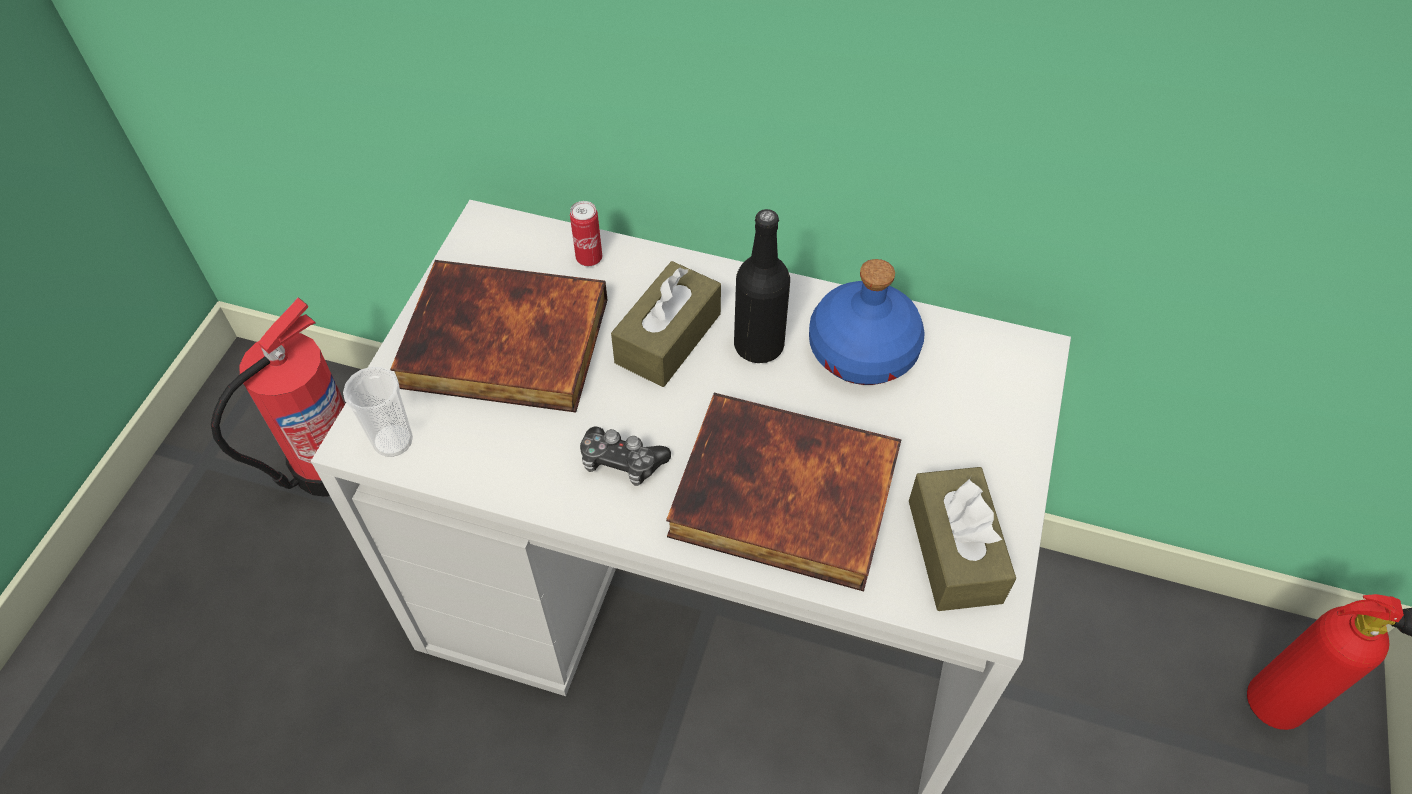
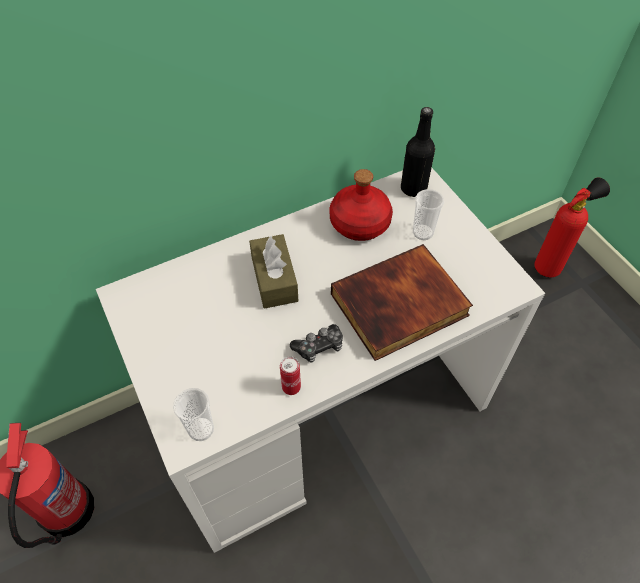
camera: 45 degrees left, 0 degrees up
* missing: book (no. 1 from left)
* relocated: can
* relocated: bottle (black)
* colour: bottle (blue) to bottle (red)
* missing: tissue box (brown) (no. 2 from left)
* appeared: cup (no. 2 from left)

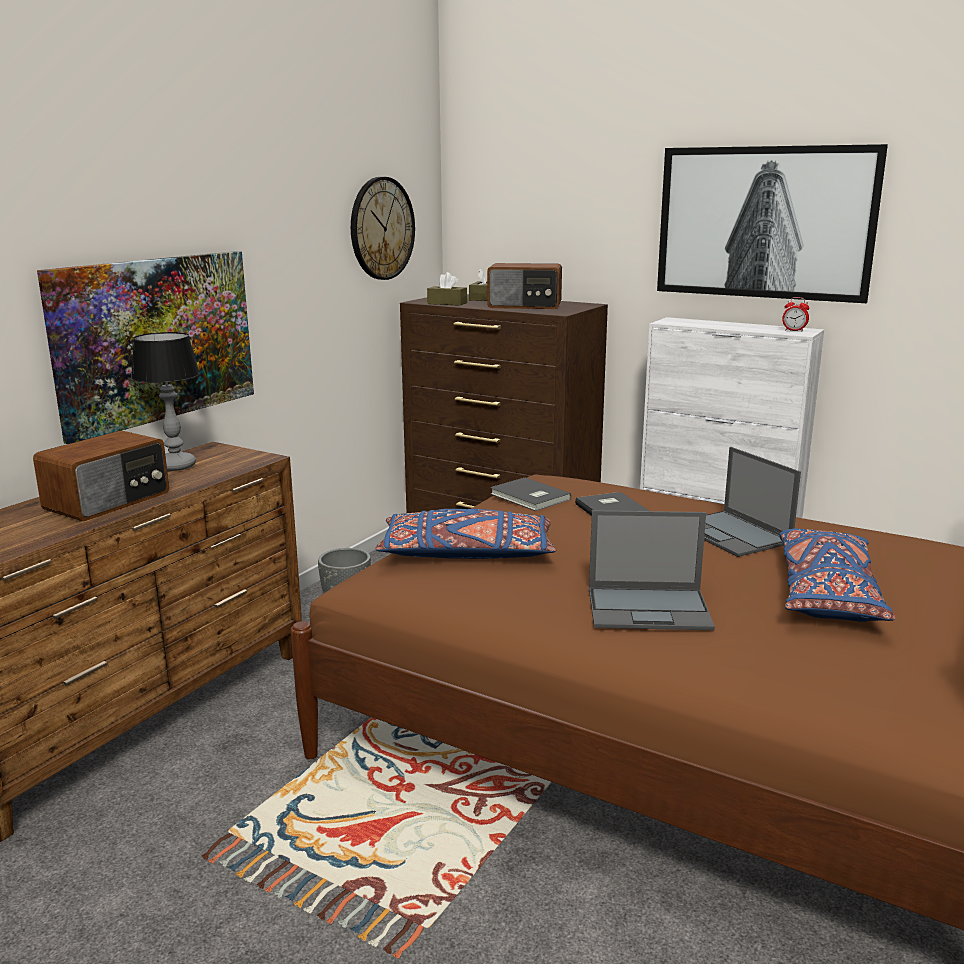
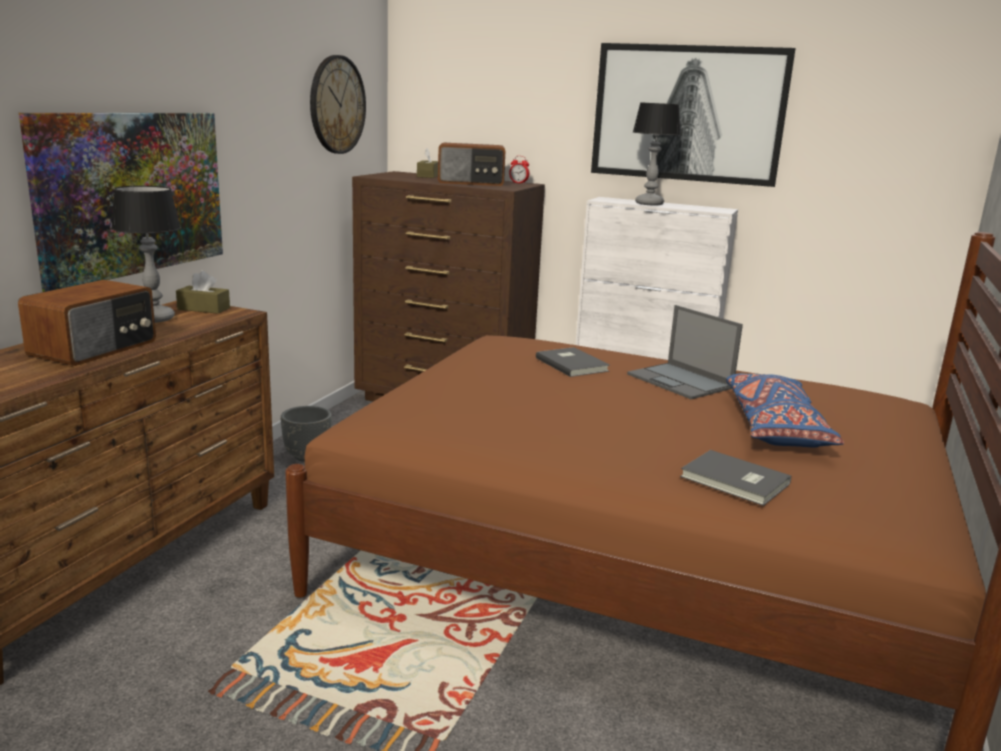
camera: 10 degrees left, 0 degrees up
* missing: pillow (blue) (no. 1 from left)
* relocated: tissue box (brown) (no. 1 from left)
* relocated: book (grey) (no. 1 from left in the first image) to book (grey) (no. 2 from left)
* missing: laptop (no. 1 from left)
* relocated: alarm clock
* appeared: table lamp (no. 2 from left)

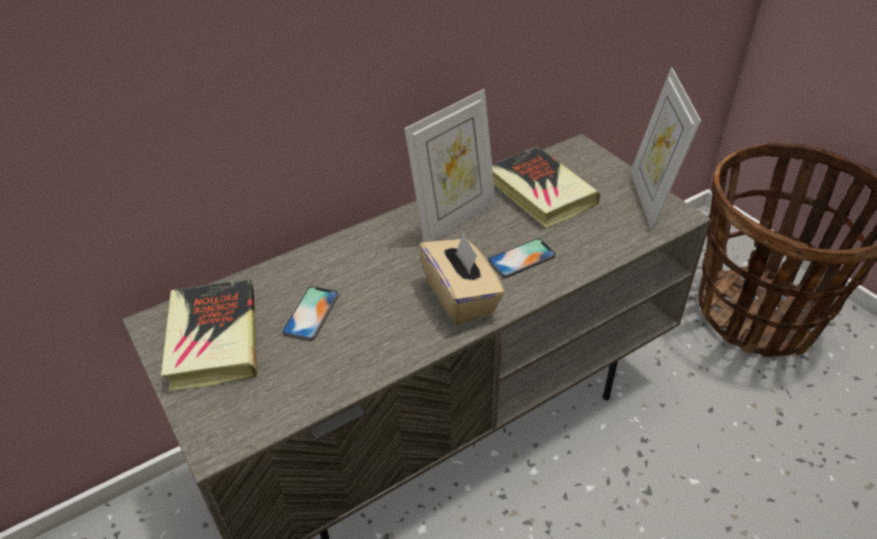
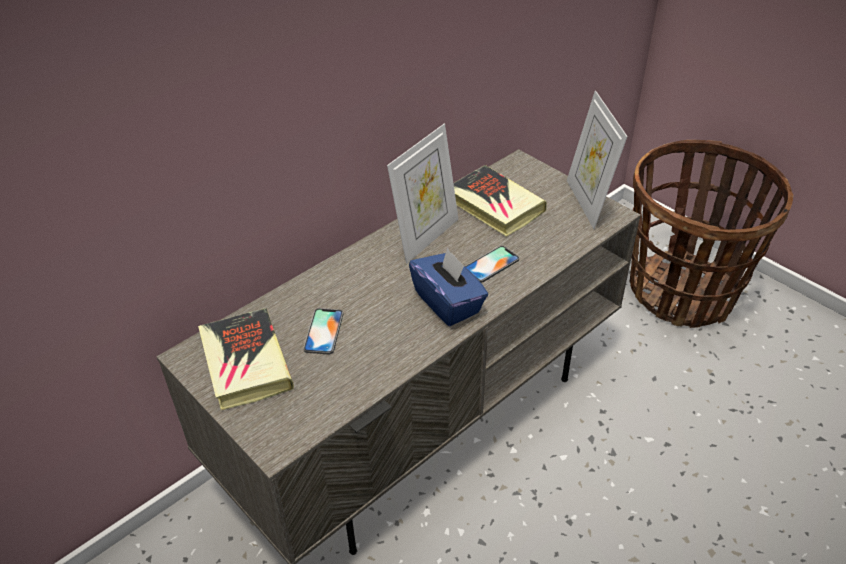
camera: 10 degrees left, 0 degrees up
* colour: tissue box (beige) to tissue box (blue)

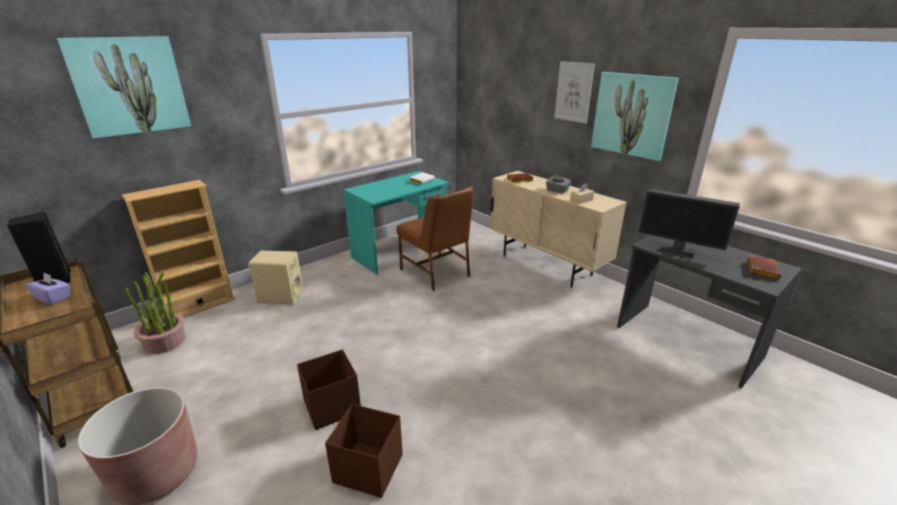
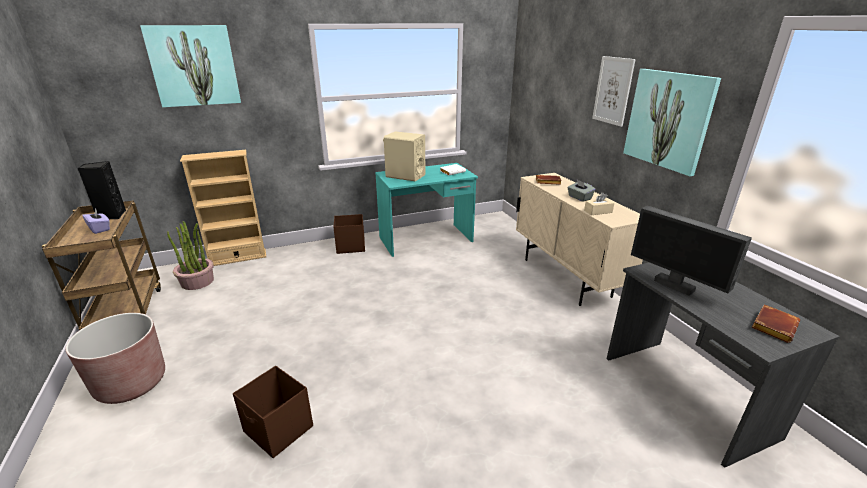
camera: 20 degrees right, 0 degrees up
* relocated: speaker (beige)
* relocated: storage box (brown) (no. 1 from left in the first image) to storage box (brown) (no. 2 from left)
* missing: chair (brown)

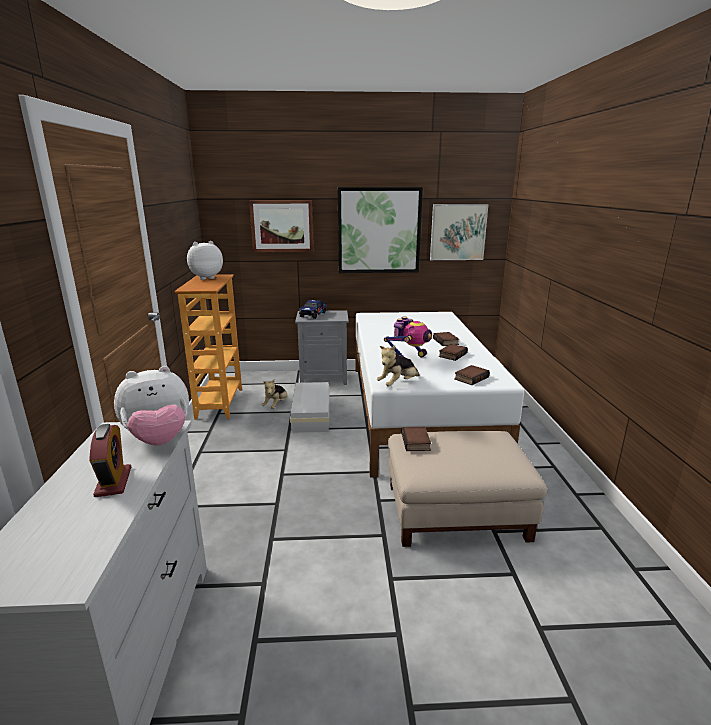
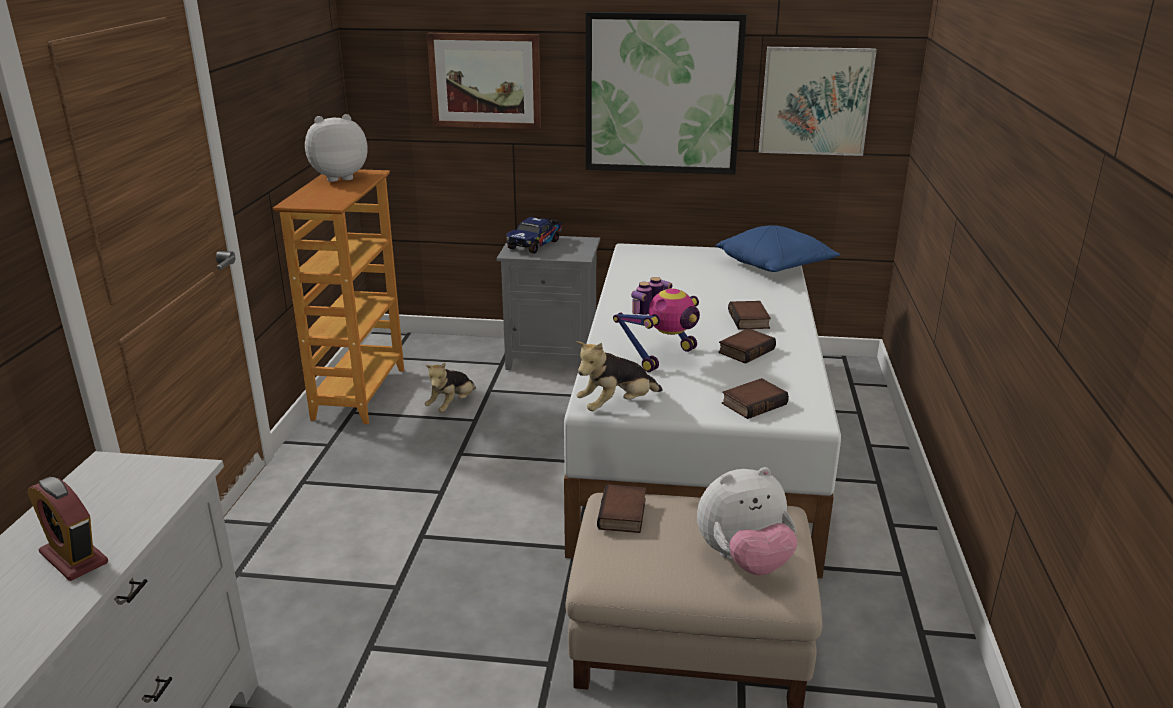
camera: 10 degrees right, 5 degrees up
* spun: alarm clock 135 degrees clockwise
* relocated: plush toy (no. 1 from left in the first image) to plush toy (no. 4 from left)
* missing: storage box (white)
* appeared: pillow (blue)

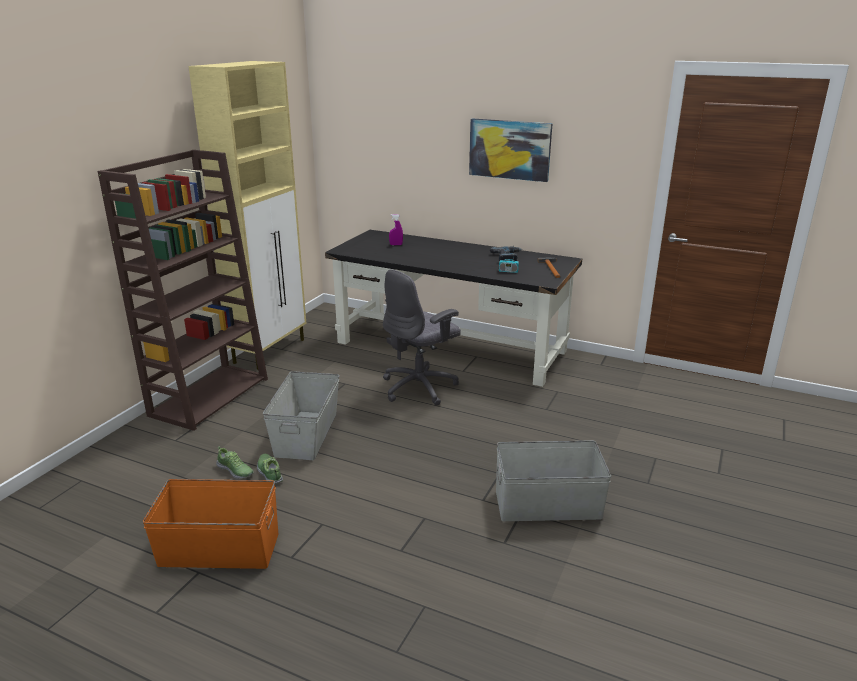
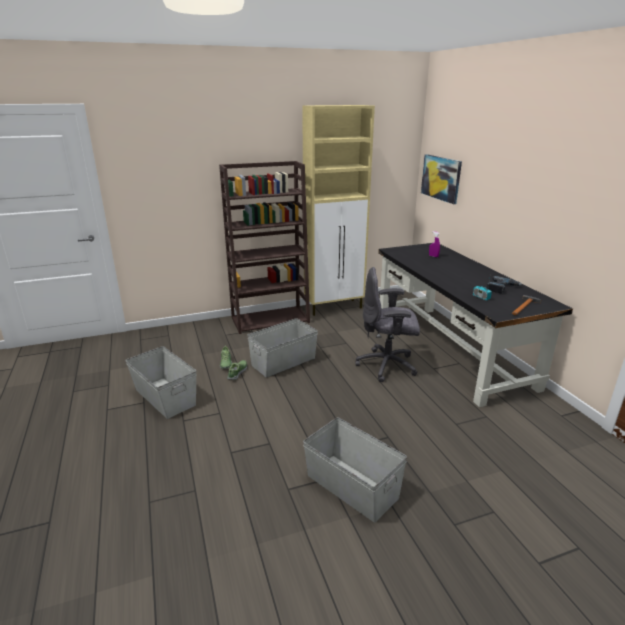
camera: 45 degrees right, 0 degrees up
* colour: storage box (orange) to storage box (grey) (no. 1 from left)
* relocated: picture

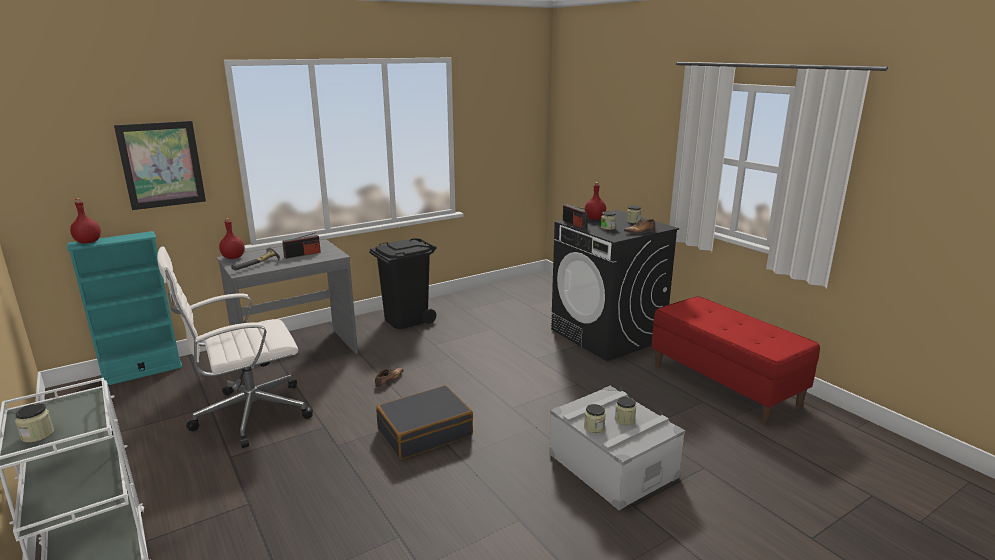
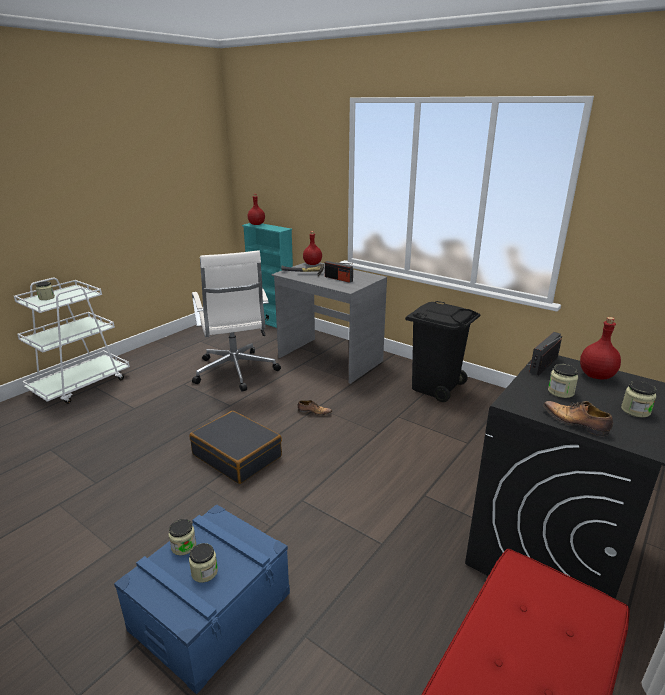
camera: 70 degrees right, 5 degrees up
* missing: picture
* spun: office chair (white) 150 degrees counterclockwise
* colour: storage box (grey) to storage box (blue)

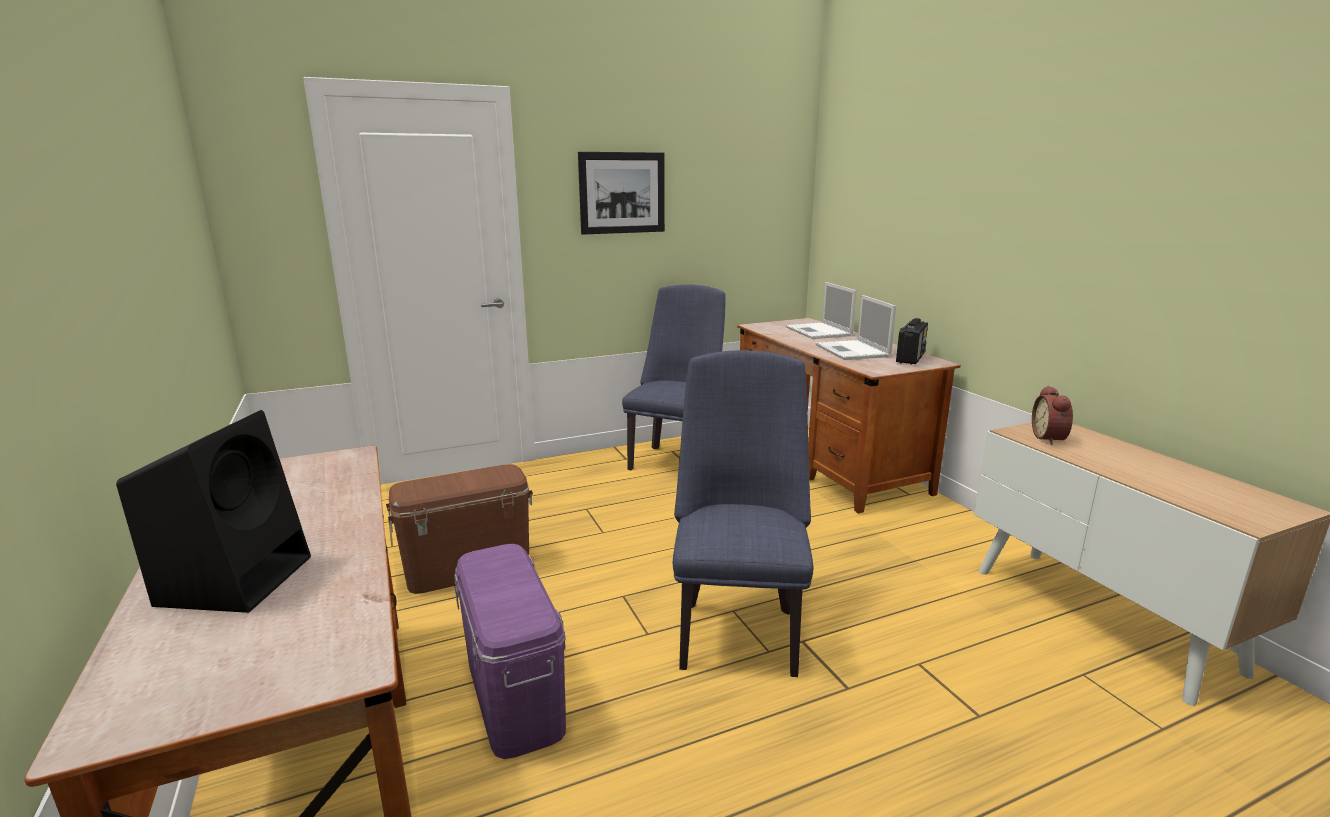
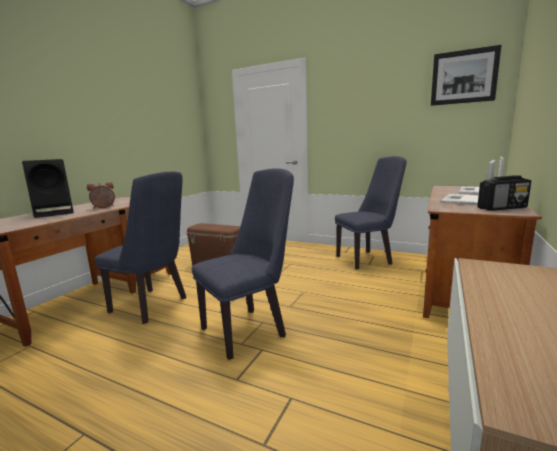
camera: 50 degrees right, 5 degrees down
* exchanged: storage box (purple) to chair (blue) (no. 1 from left)
* relocated: picture
* relocated: alarm clock

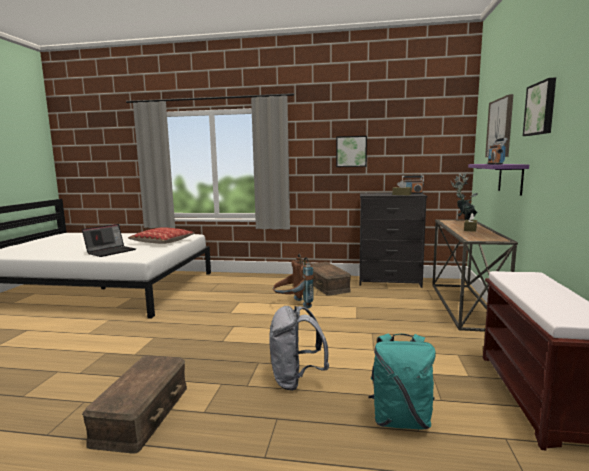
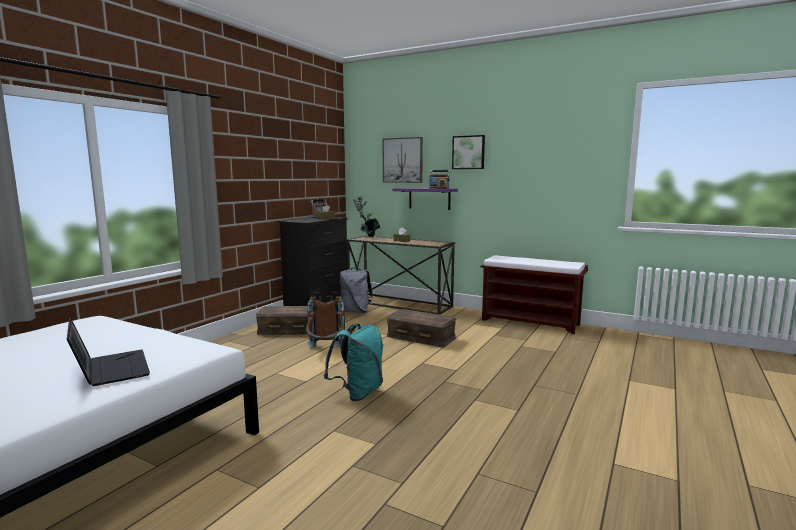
camera: 70 degrees left, 0 degrees up
* relocated: storage box (brown) (no. 1 from left in the first image) to storage box (brown) (no. 2 from left)
* missing: pillow
* relocated: backpack (grey)
* missing: picture (no. 1 from left)
* relocated: backpack (turquoise)

